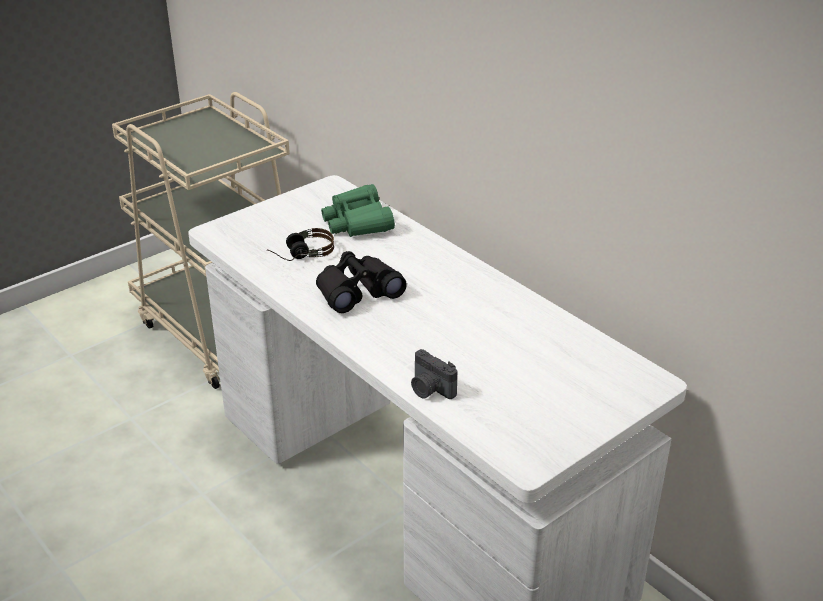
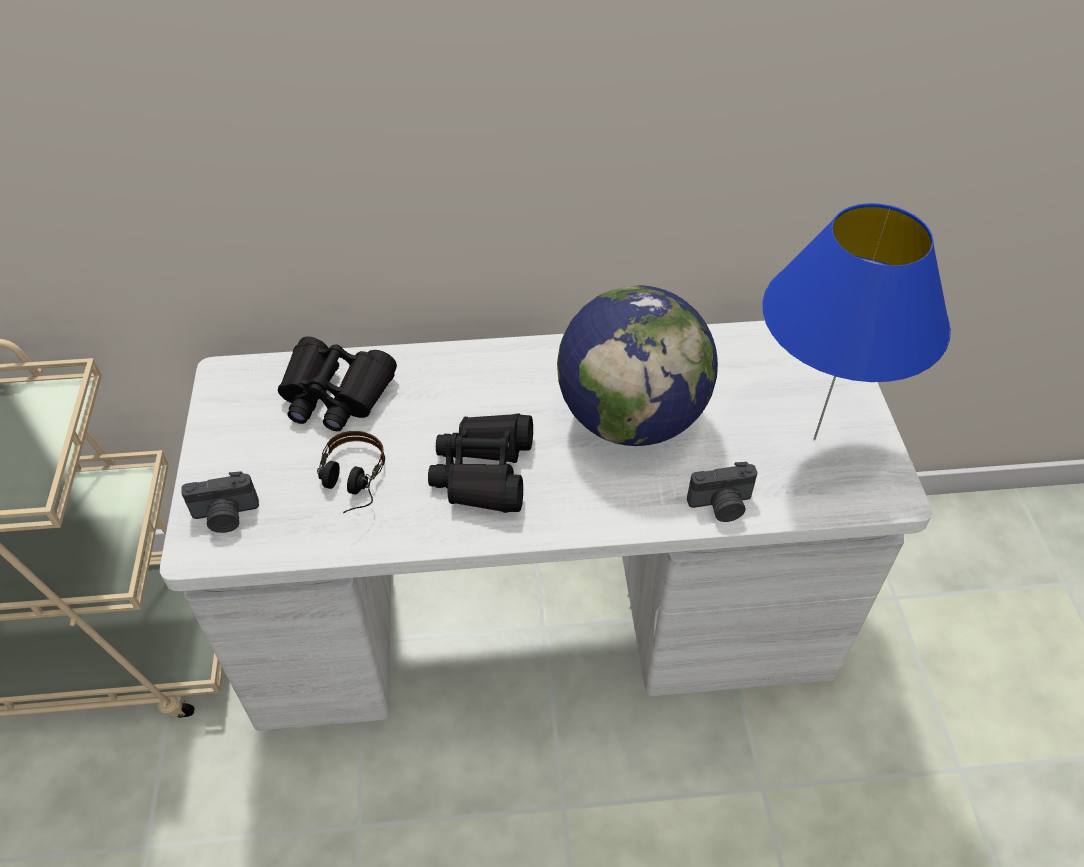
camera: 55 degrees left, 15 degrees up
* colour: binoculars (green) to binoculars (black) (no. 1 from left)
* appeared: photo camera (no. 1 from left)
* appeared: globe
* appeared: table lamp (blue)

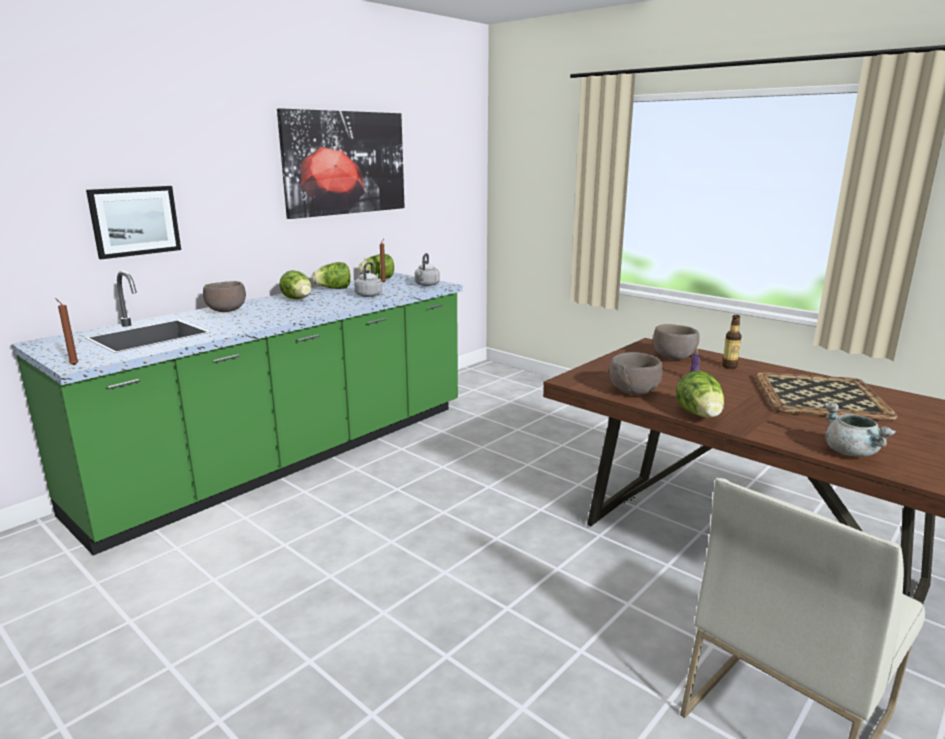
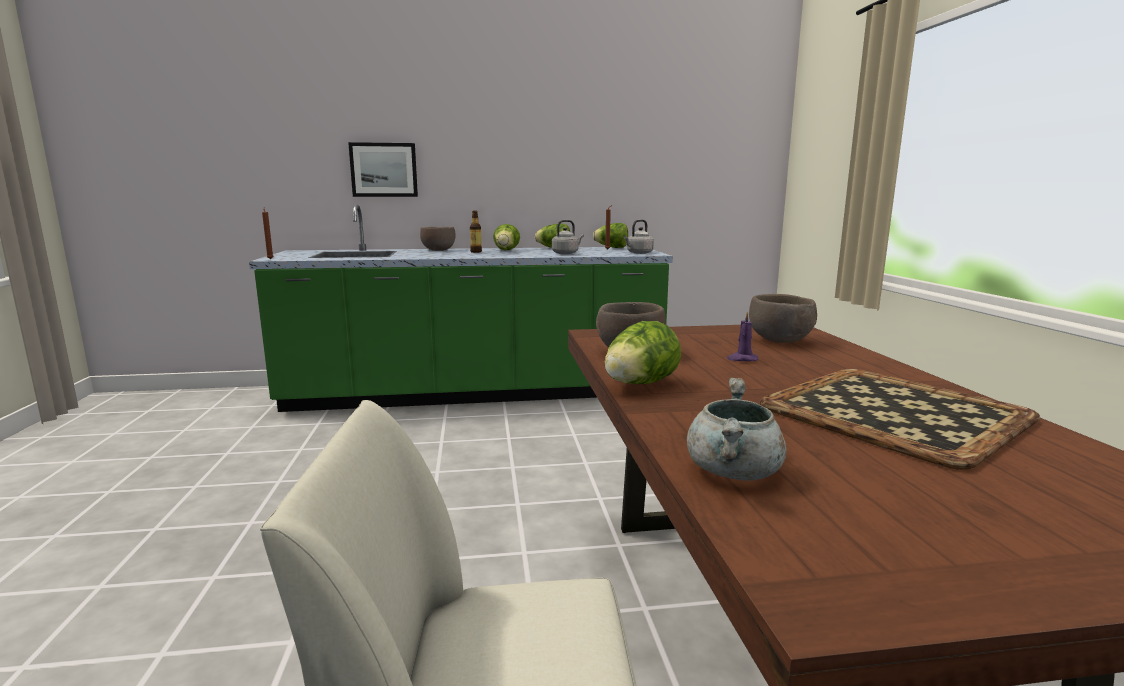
camera: 40 degrees right, 5 degrees down
* missing: picture (no. 2 from left)
* relocated: bottle

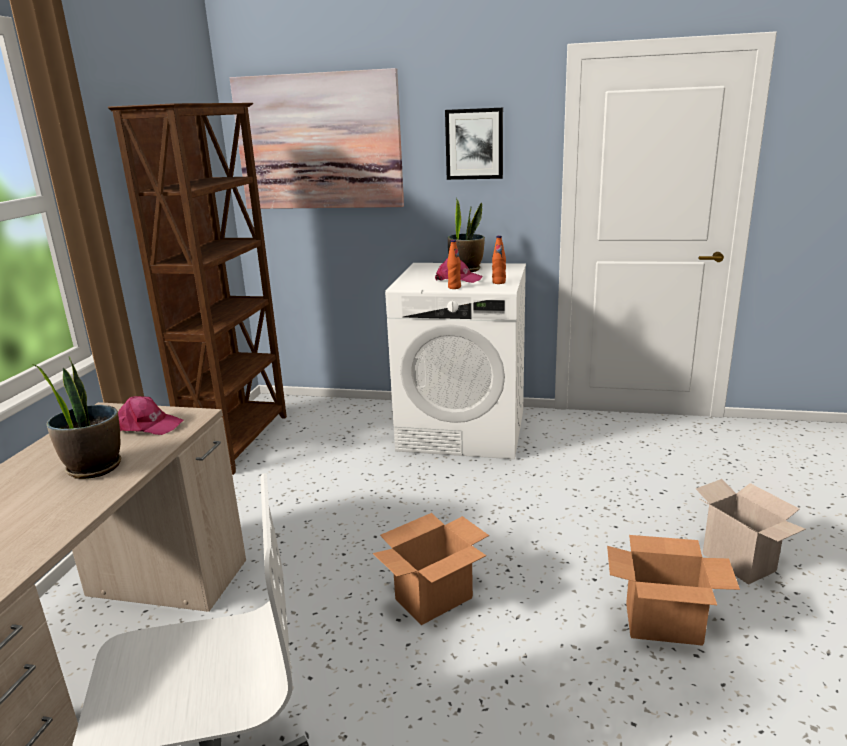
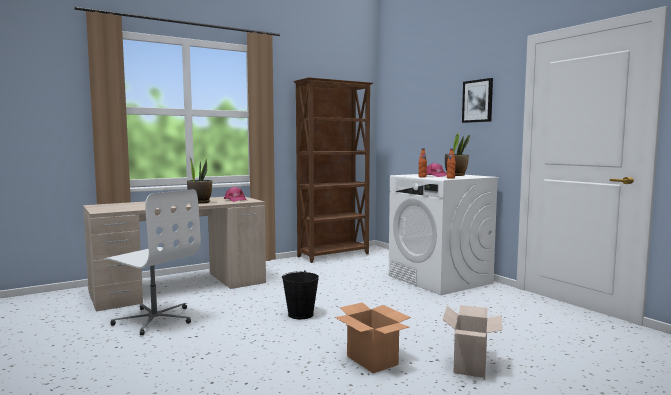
camera: 45 degrees right, 15 degrees down
* missing: picture (no. 1 from left)
* exchanged: cardboard box (no. 1 from left) to bucket (black)

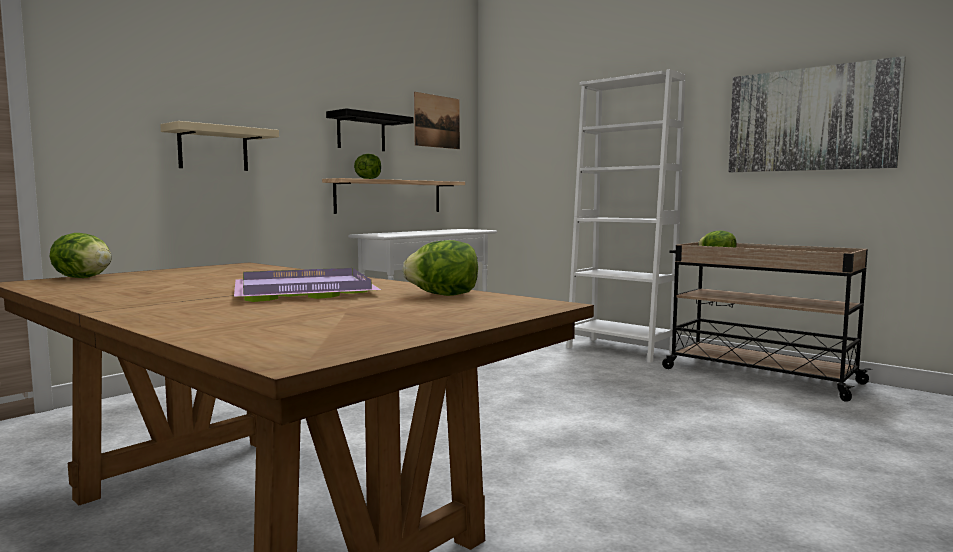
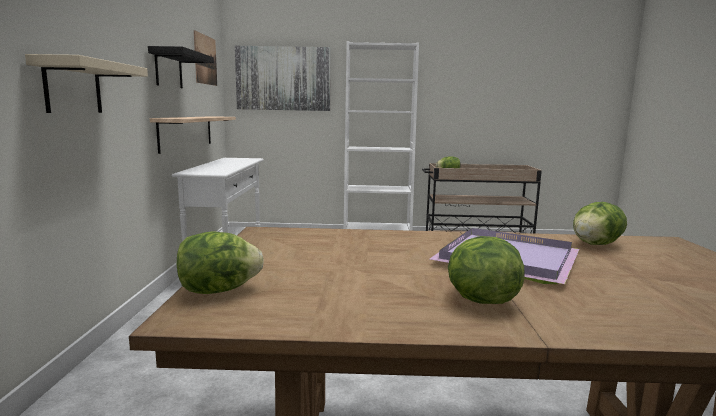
camera: 40 degrees left, 5 degrees up
* relocated: lettuce (no. 2 from left in the first image) to lettuce (no. 3 from left)
* relocated: picture (no. 2 from left)

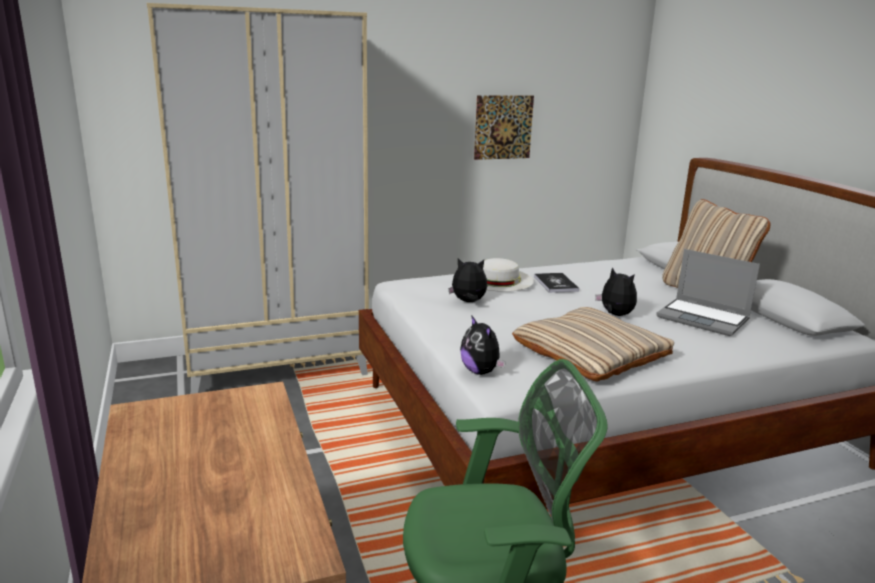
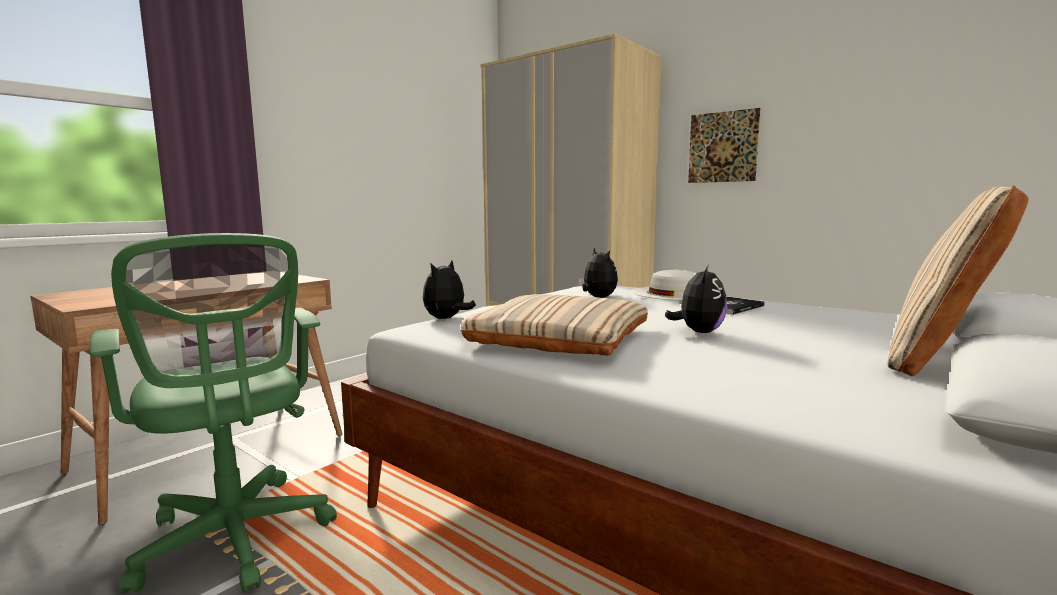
camera: 60 degrees right, 10 degrees down
* relocated: picture
* missing: laptop

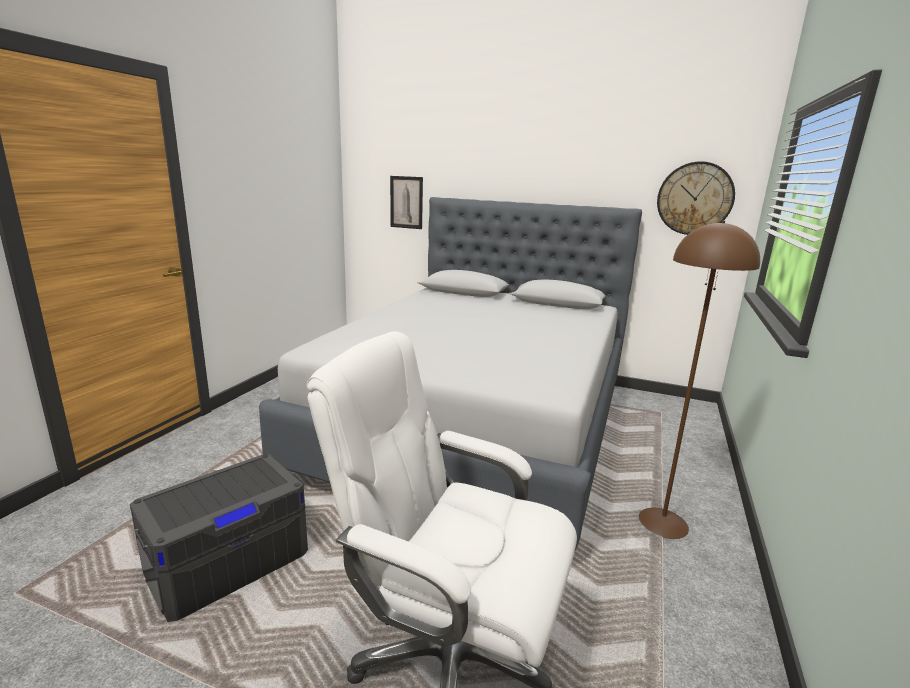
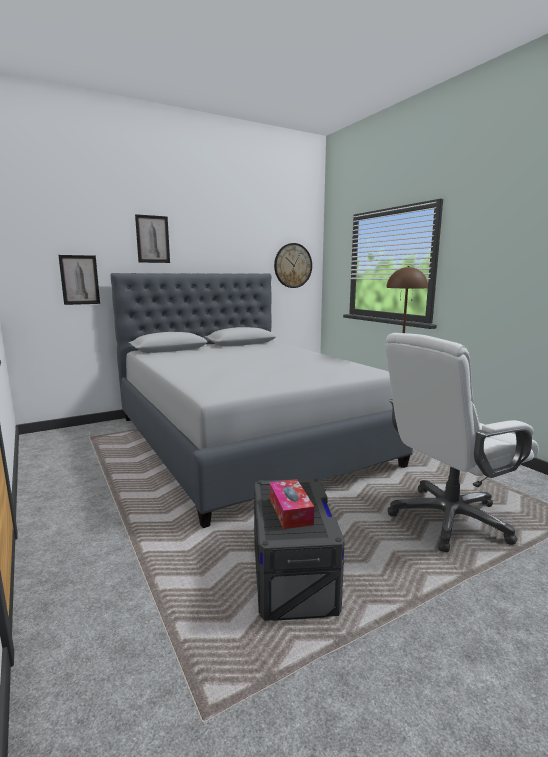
camera: 50 degrees left, 5 degrees down
* appeared: picture (no. 2 from left)
* appeared: tissue box

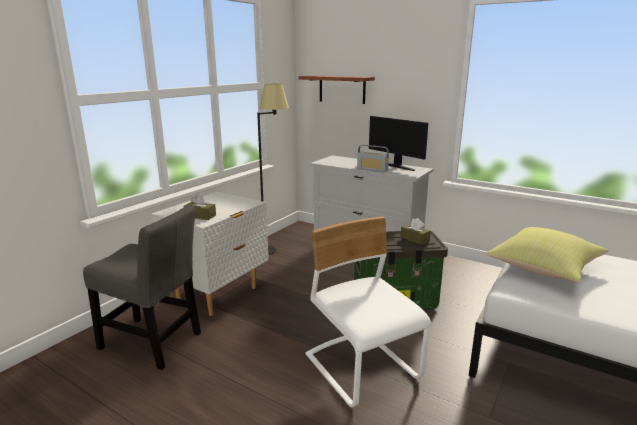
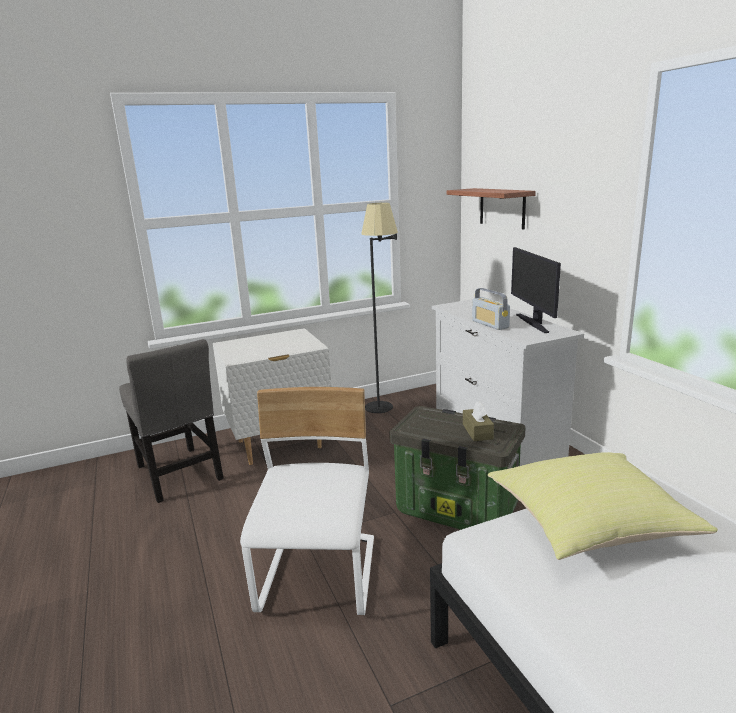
camera: 35 degrees right, 0 degrees up
* missing: tissue box (brown) (no. 1 from left)

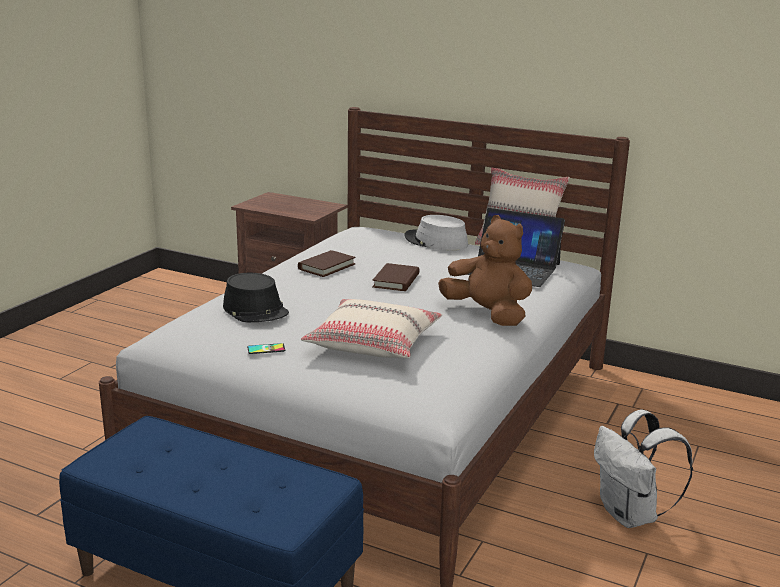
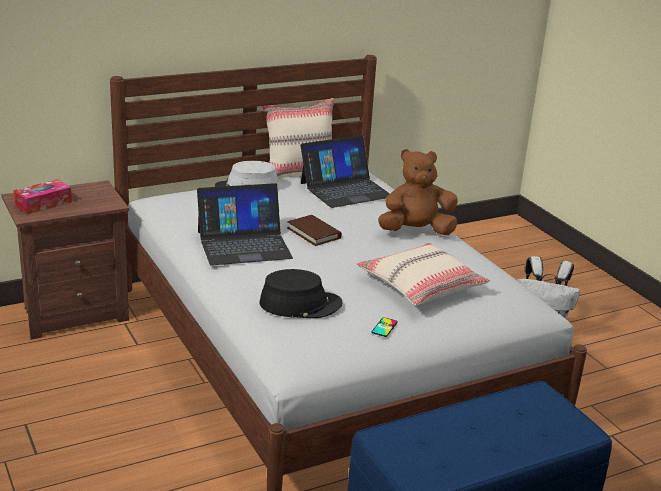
camera: 55 degrees left, 5 degrees up
* exchanged: book (brown) (no. 1 from left) to laptop (no. 1 from left)
* appeared: tissue box

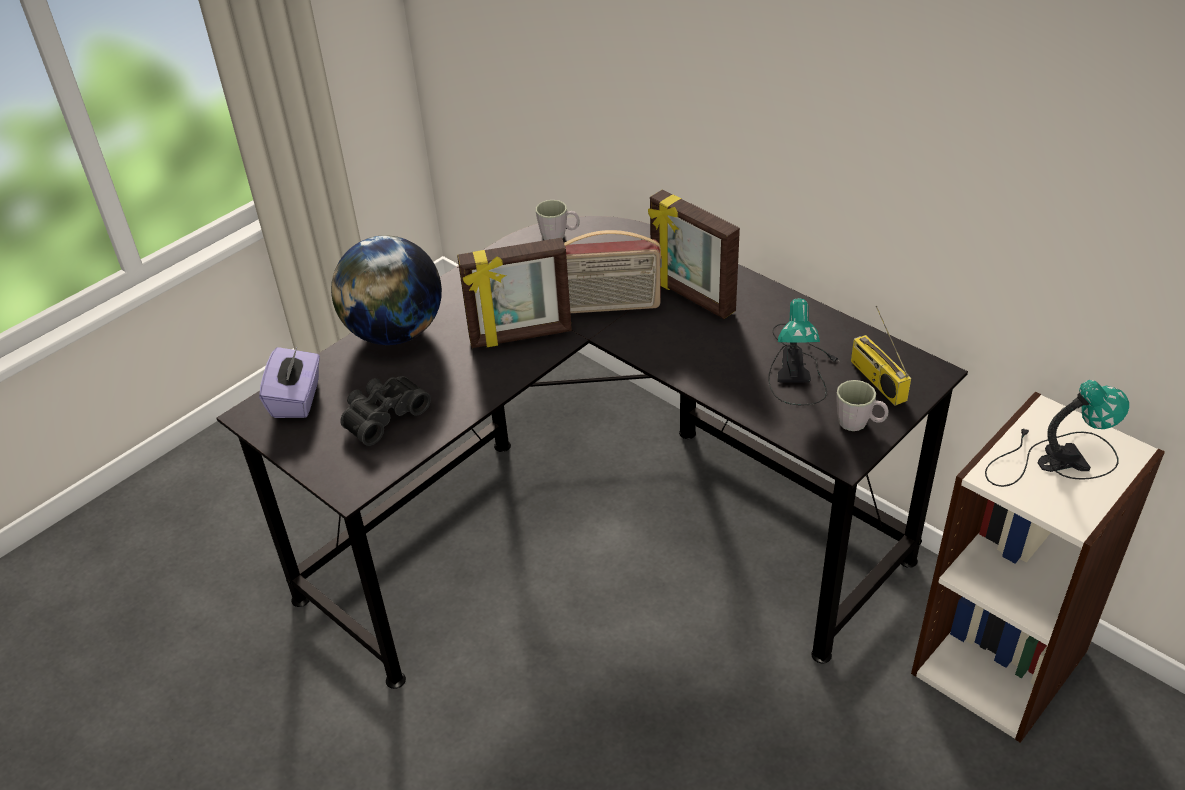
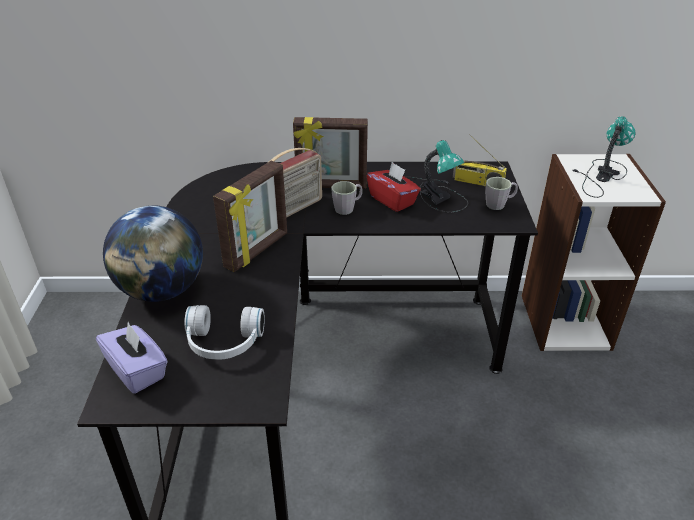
camera: 45 degrees left, 5 degrees down
* exchanged: binoculars (black) to headphones (white)
* relocated: mug (grey) (no. 1 from left)
* appeared: tissue box (red)

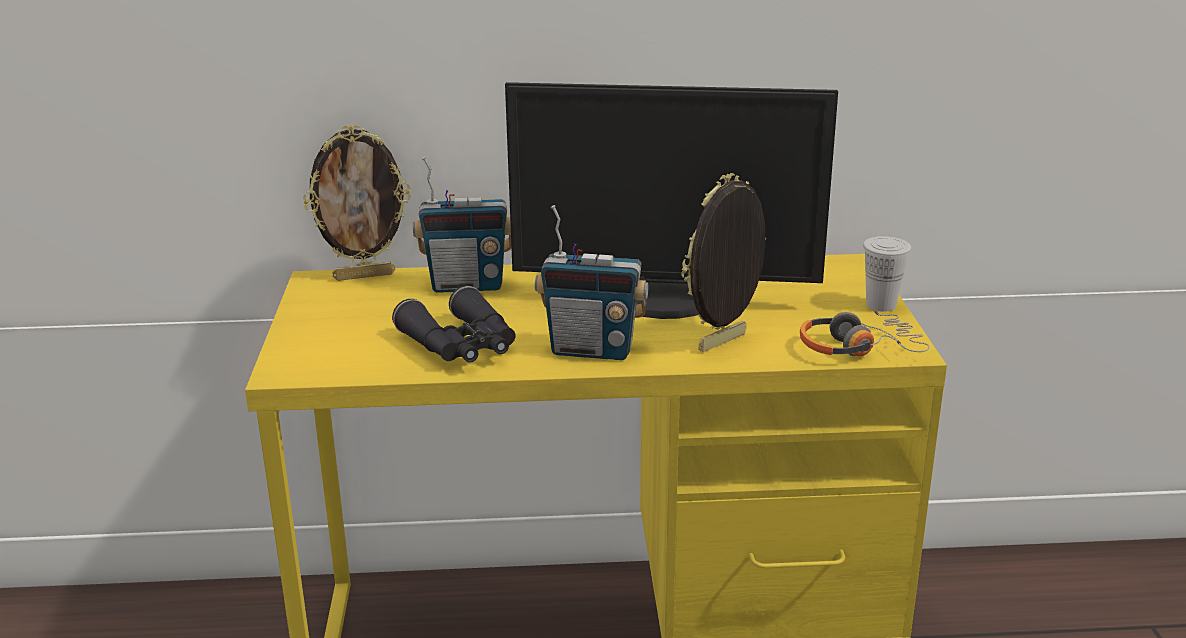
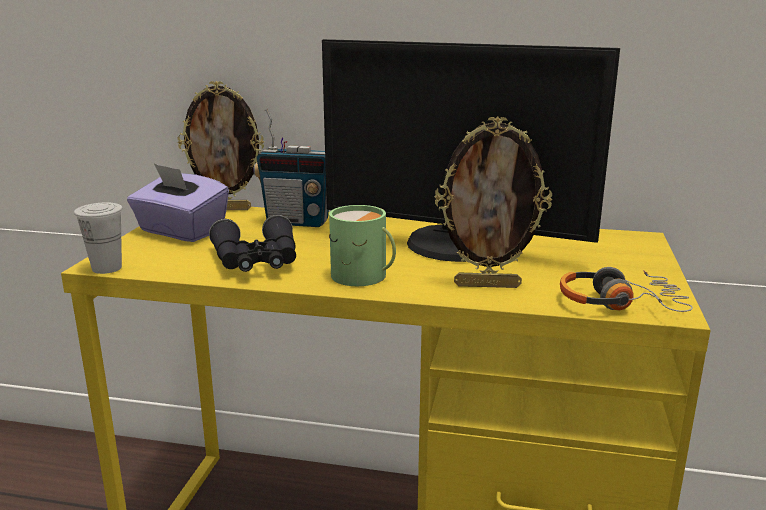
camera: 15 degrees right, 5 degrees down
* exchanged: radio (no. 2 from left) to mug (green)
* spun: picture frame (no. 2 from left) 150 degrees counterclockwise
* relocated: cup (white)
* appeared: tissue box (purple)

